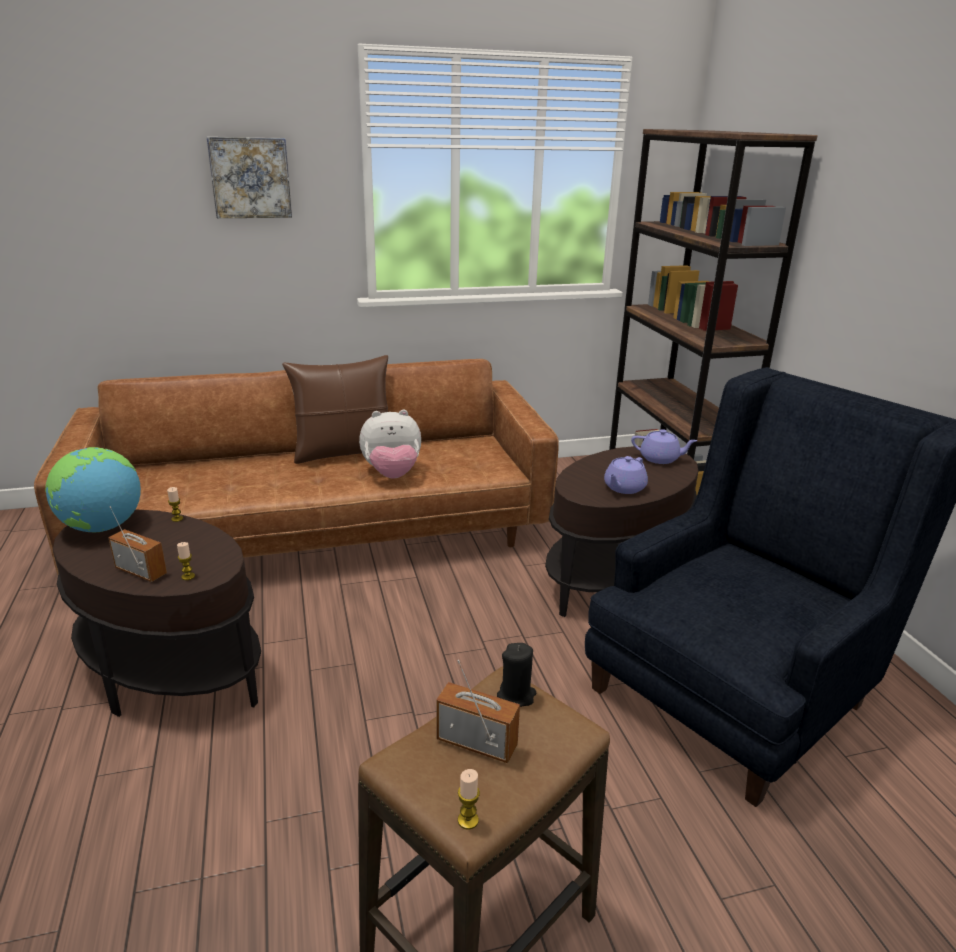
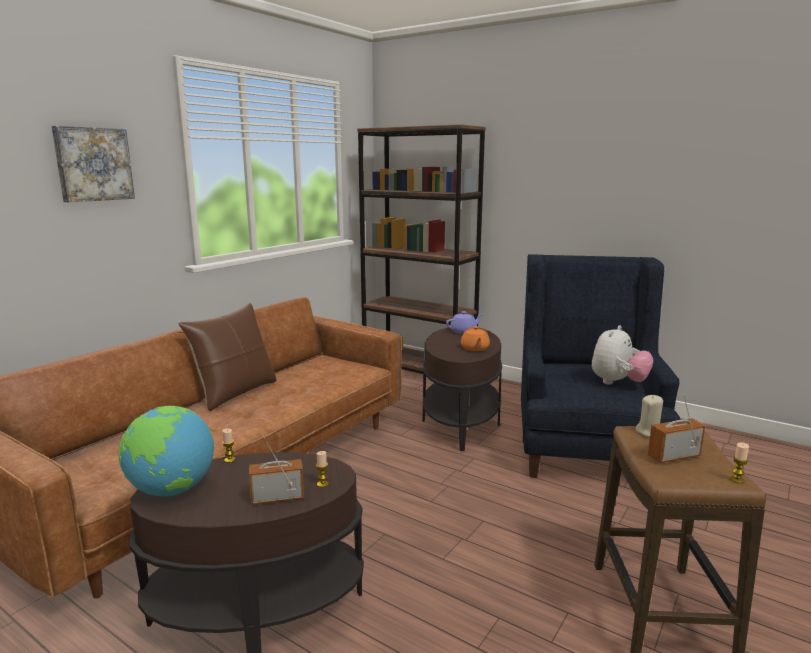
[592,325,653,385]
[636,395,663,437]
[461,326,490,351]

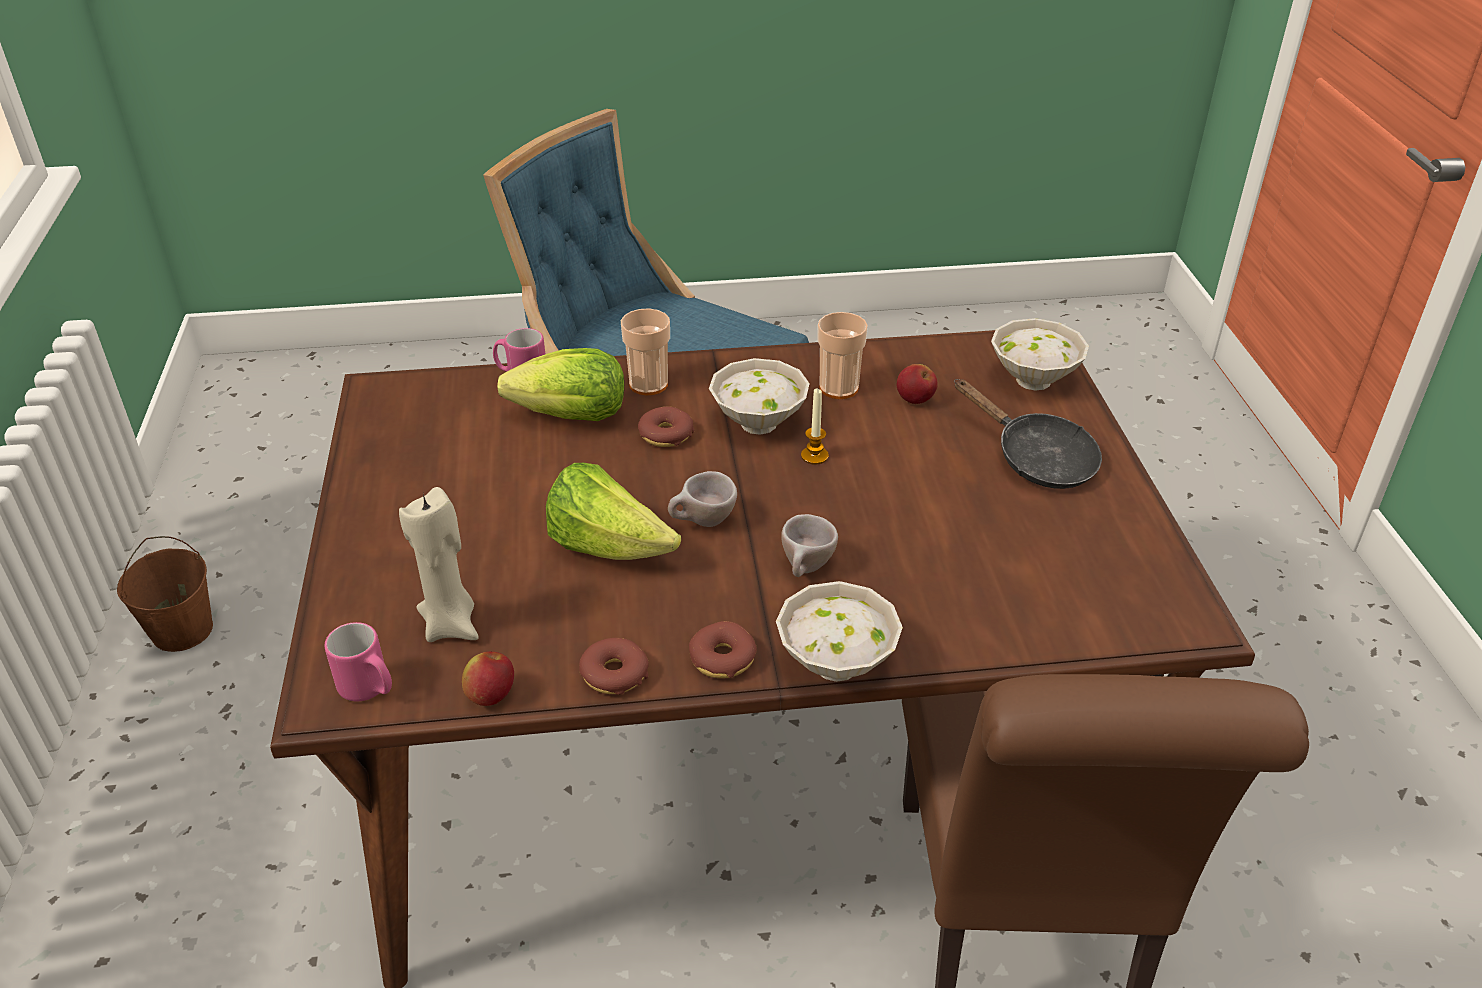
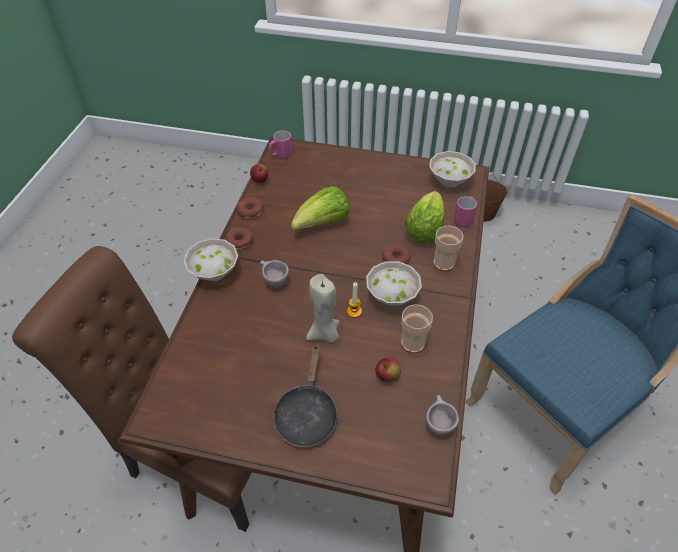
[306,274,339,343]
[426,395,459,435]
[273,343,338,447]
[429,151,476,188]

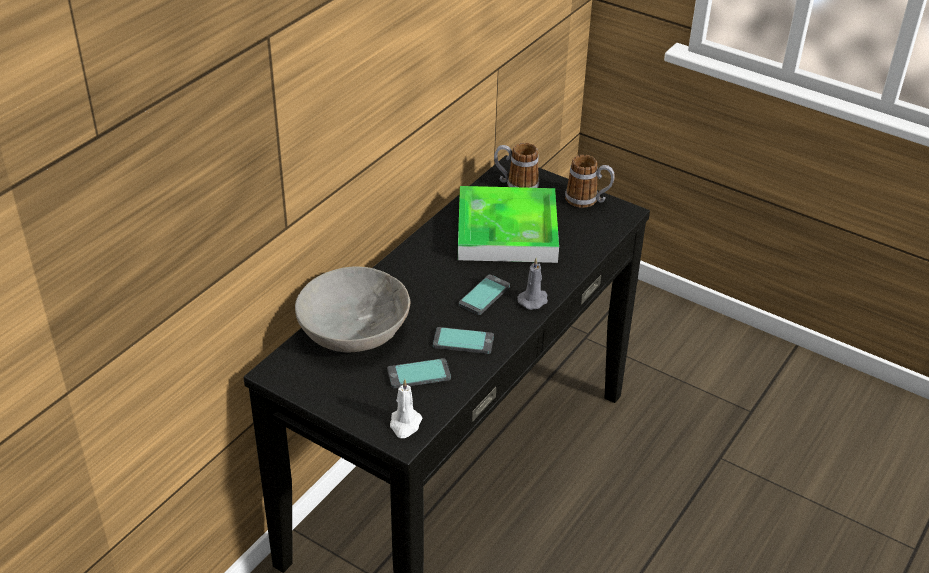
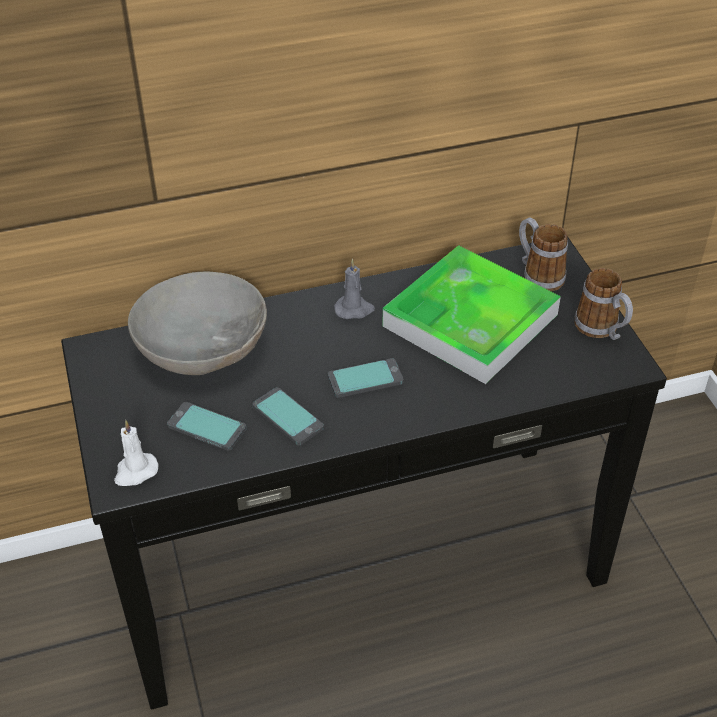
[334,259,375,319]

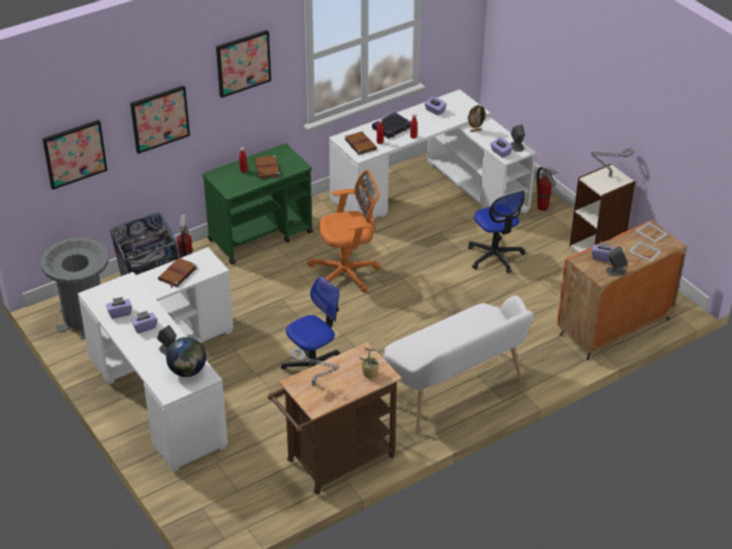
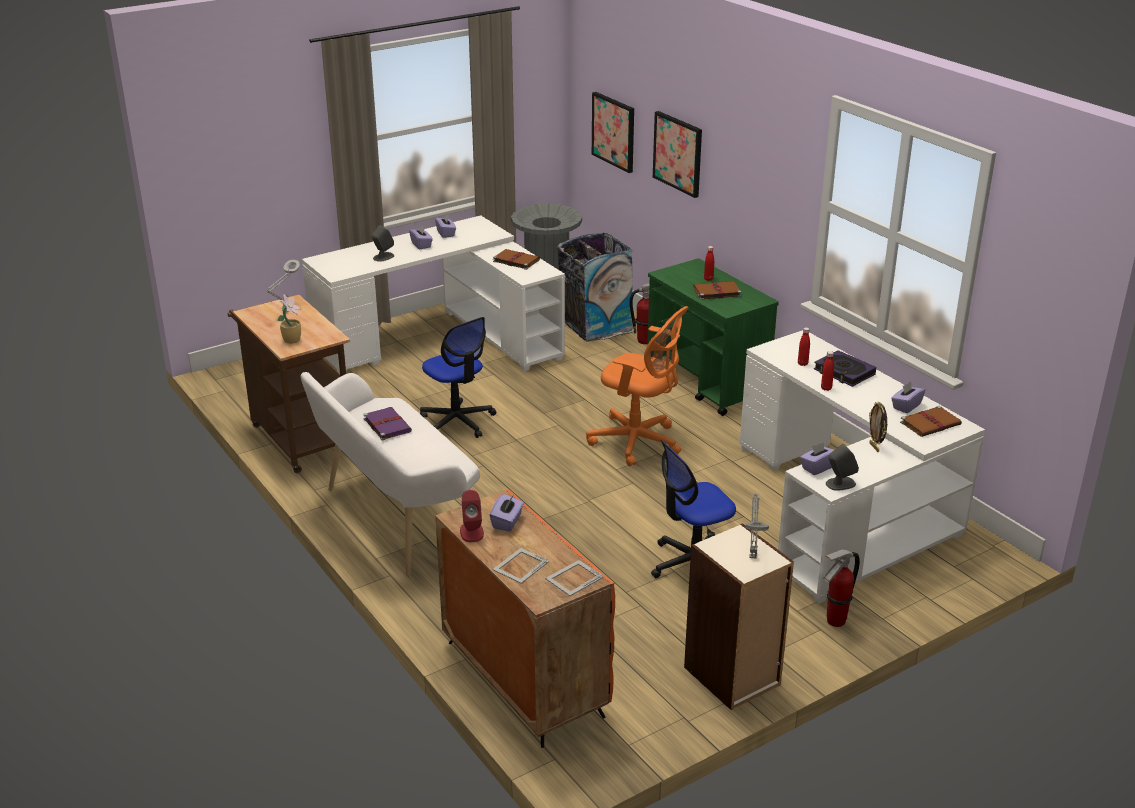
[166,337,206,377] (first image)
[216,30,271,98] (first image)
[586,306,689,466]
[900,406,962,437]
[460,490,484,542]
[363,407,412,440]

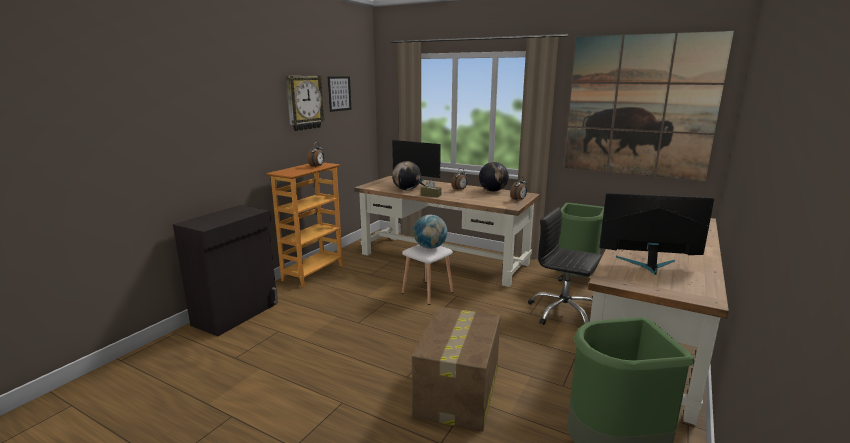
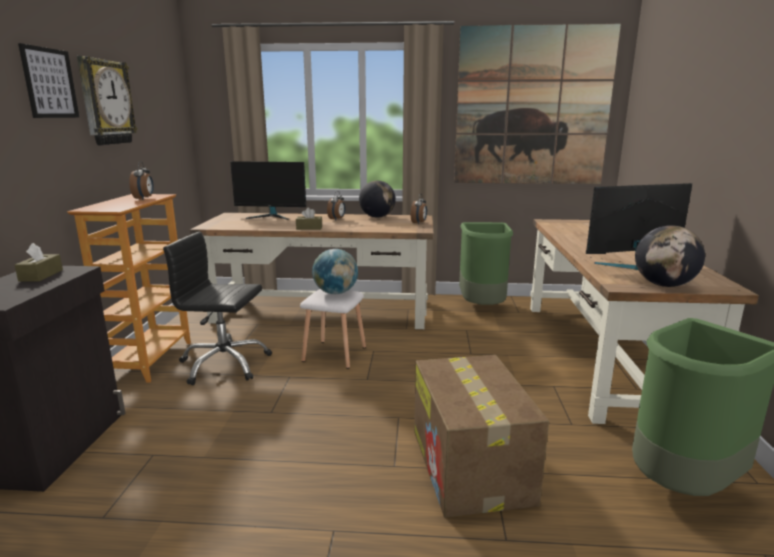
[18,43,79,118]
[635,225,705,287]
[163,232,272,385]
[15,243,63,282]

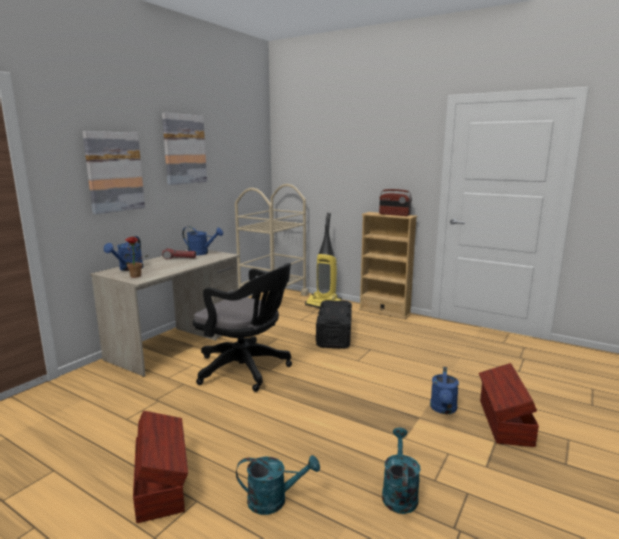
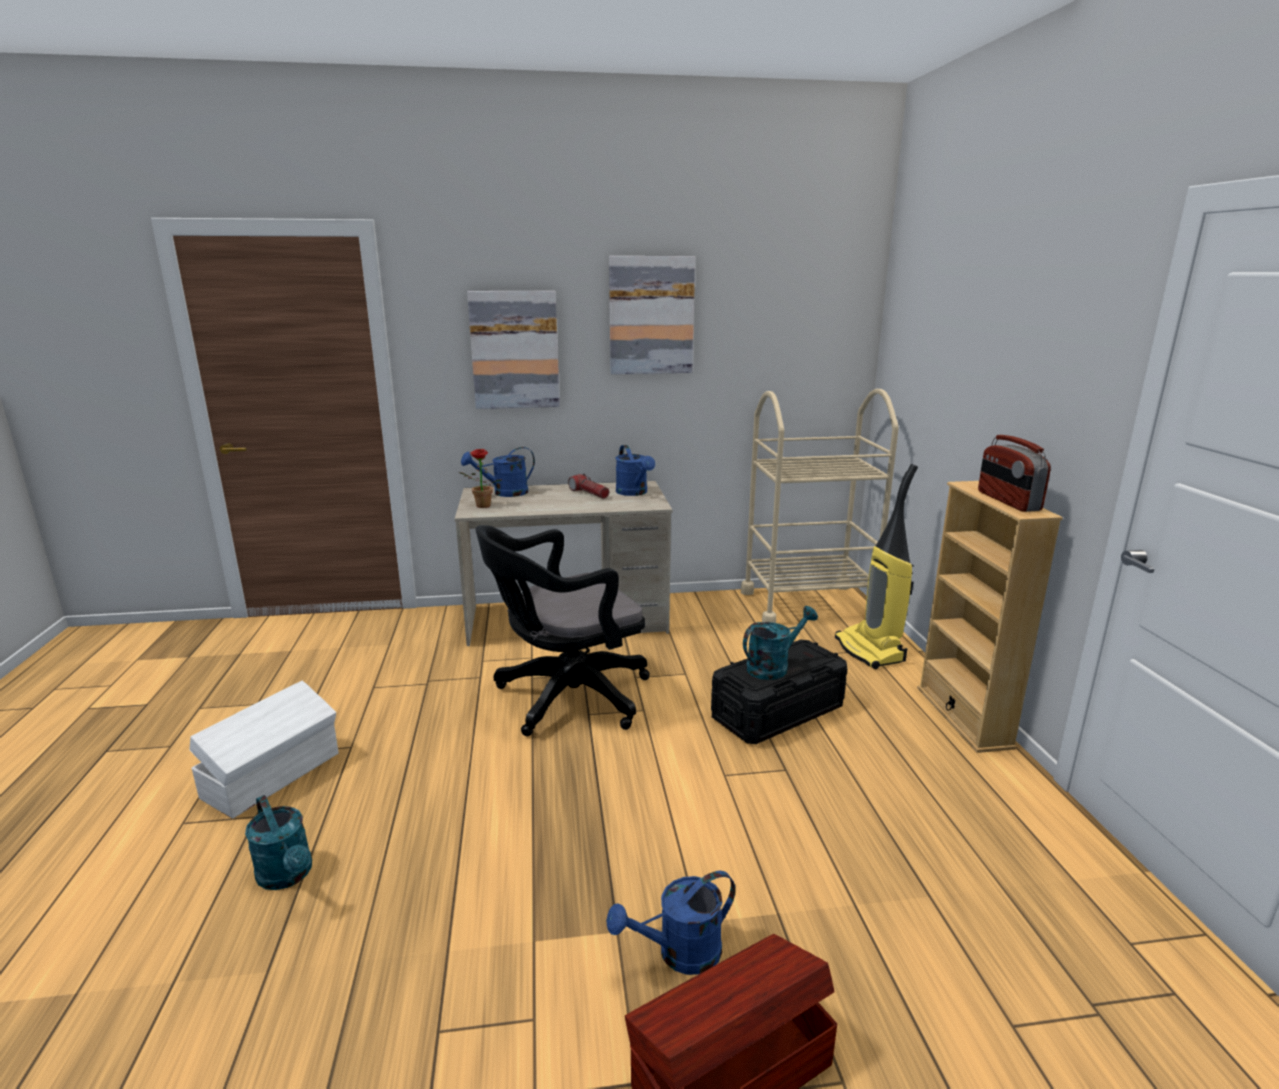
[190,681,339,818]
[476,525,650,736]
[743,606,818,680]

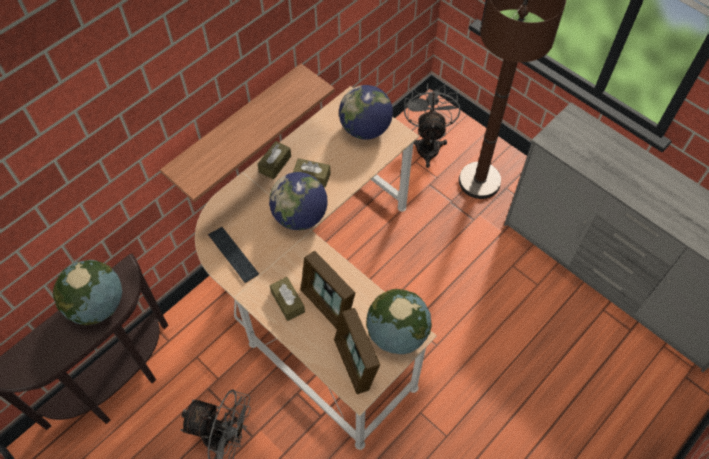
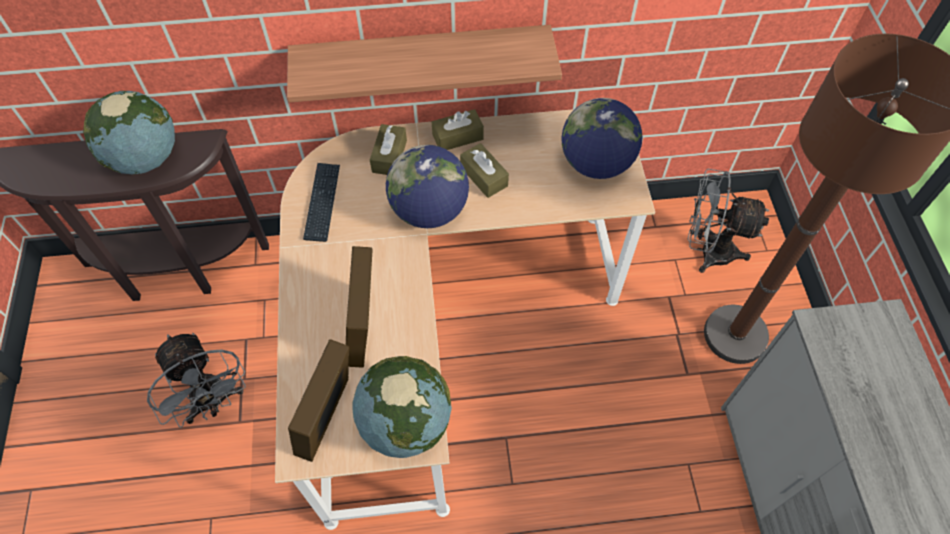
[370,124,407,175]
[688,169,769,273]

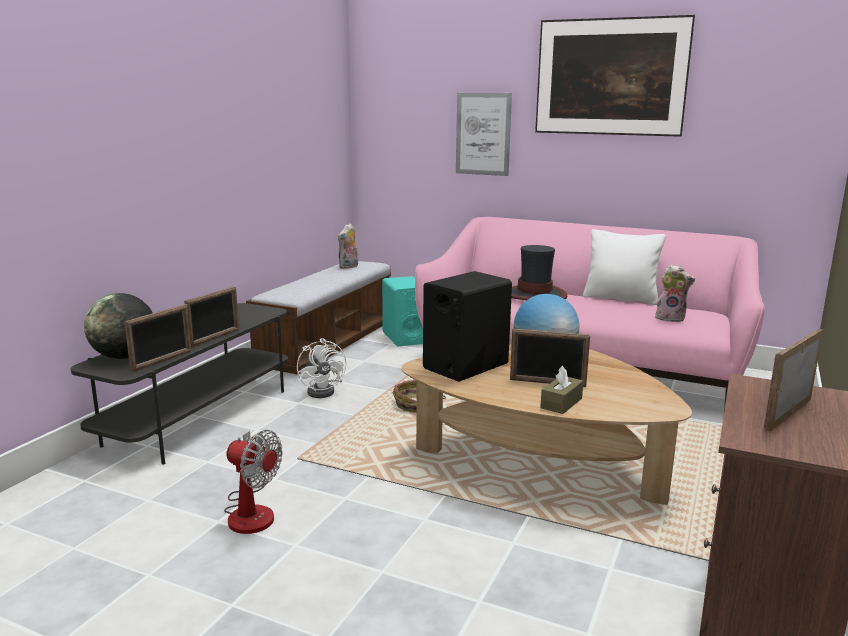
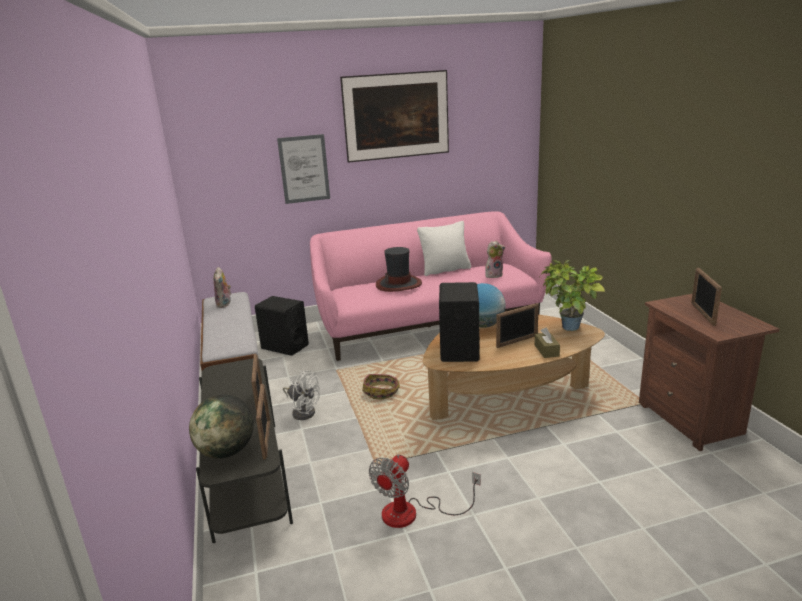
[369,454,481,528]
[255,296,309,356]
[539,260,605,331]

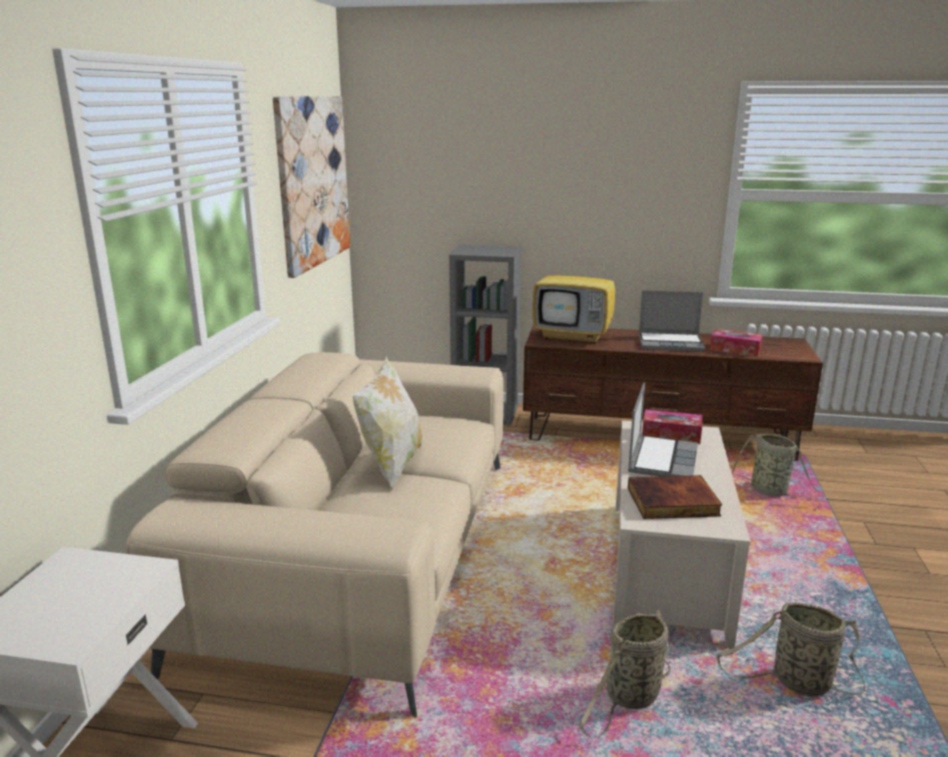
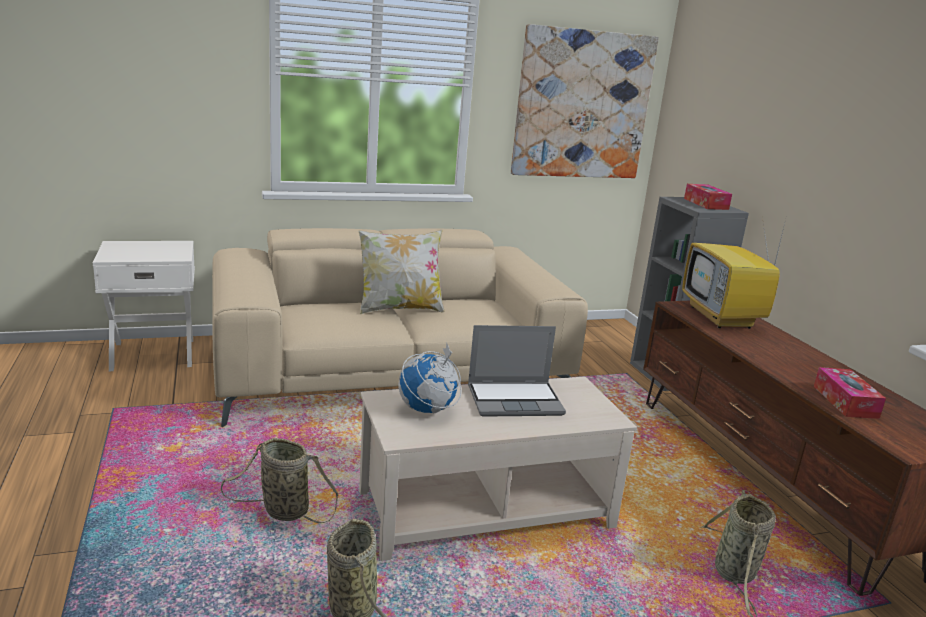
[398,343,461,413]
[639,290,705,352] (first image)
[684,184,732,210]

